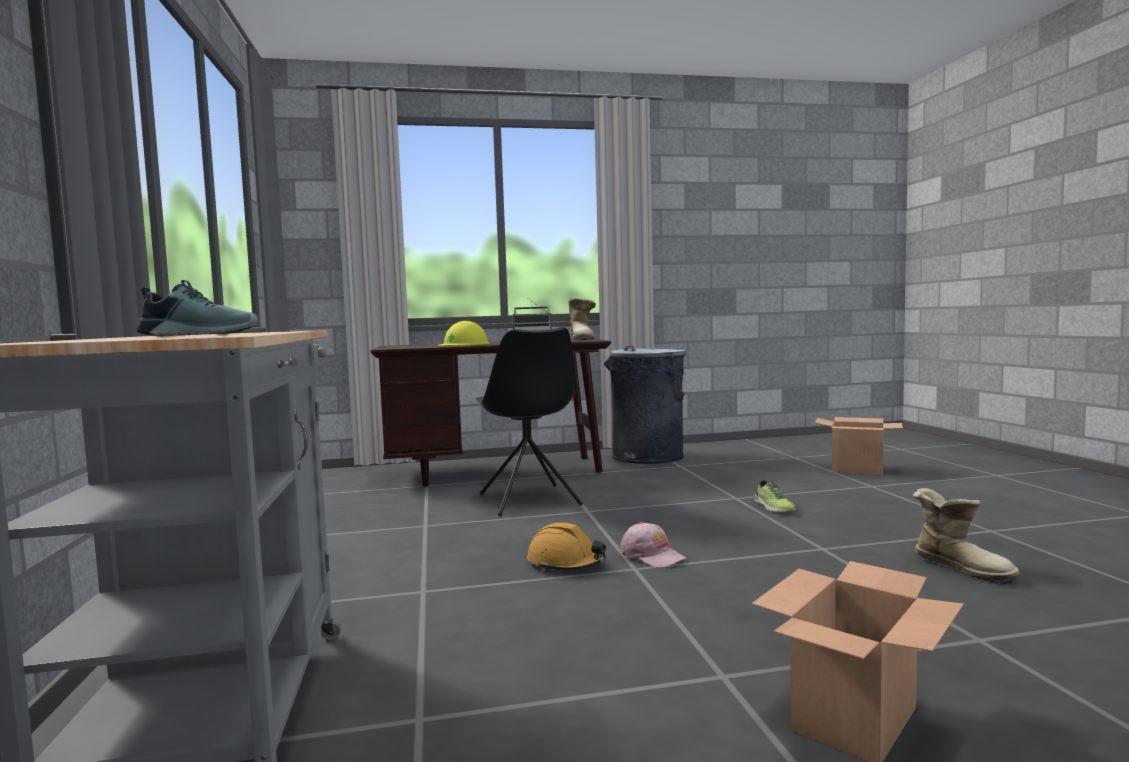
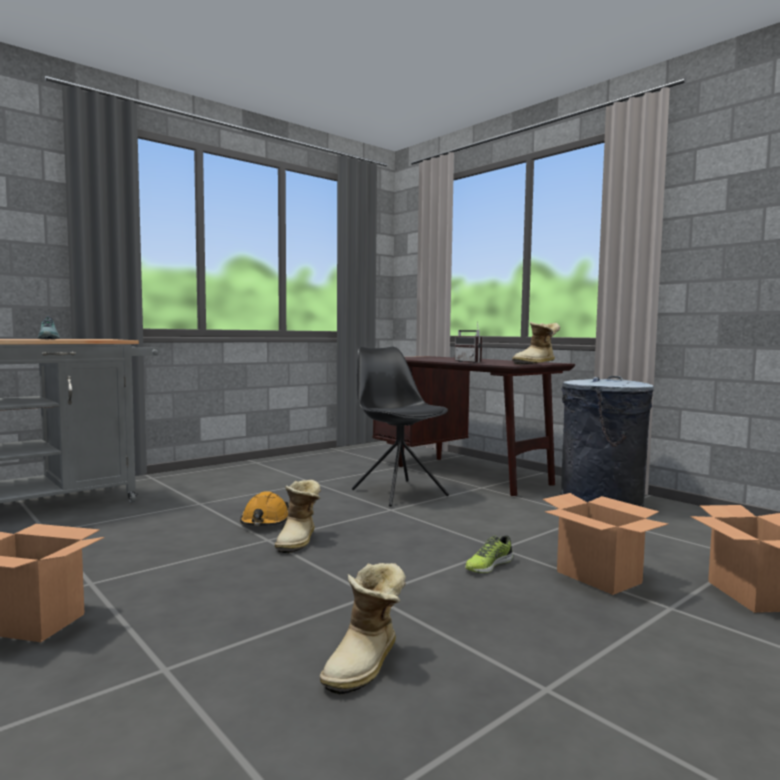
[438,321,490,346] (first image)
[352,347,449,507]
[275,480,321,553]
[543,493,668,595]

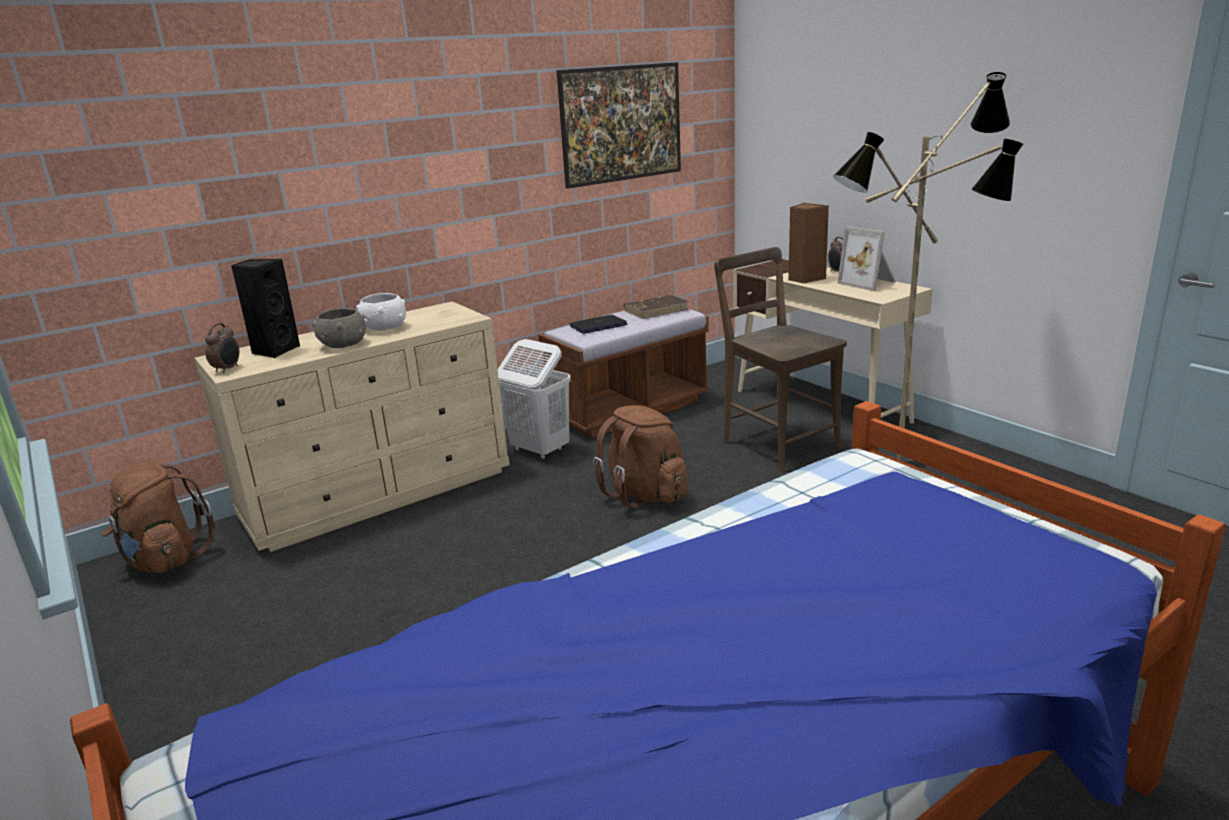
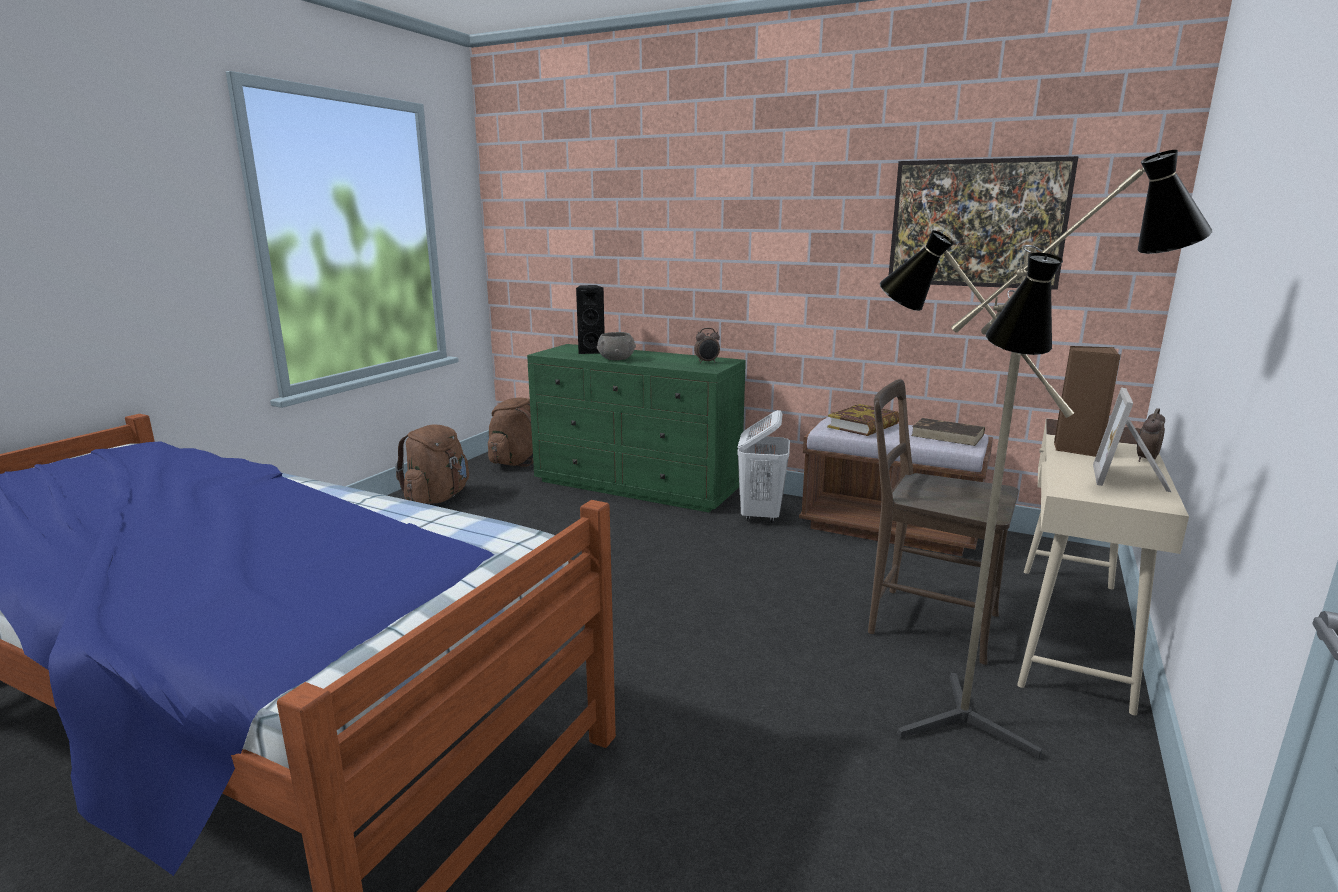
[527,344,746,513]
[694,328,720,363]
[356,293,406,331] (first image)
[827,404,899,436]
[395,425,469,504]
[868,379,1019,665]

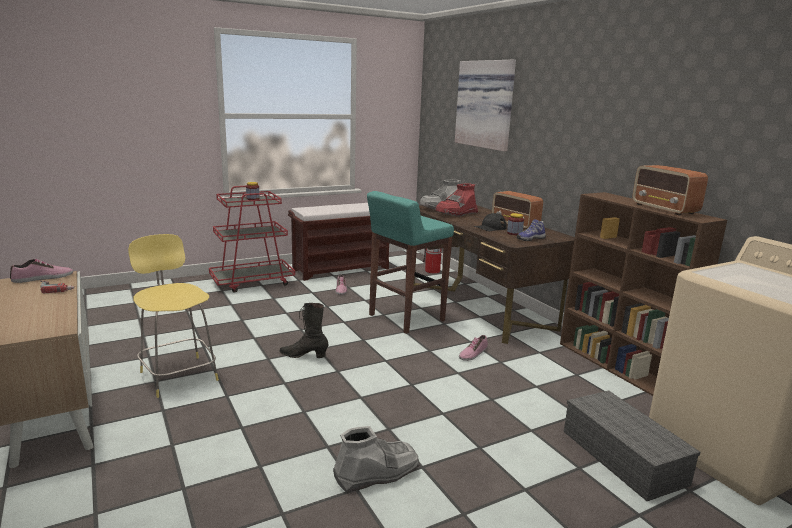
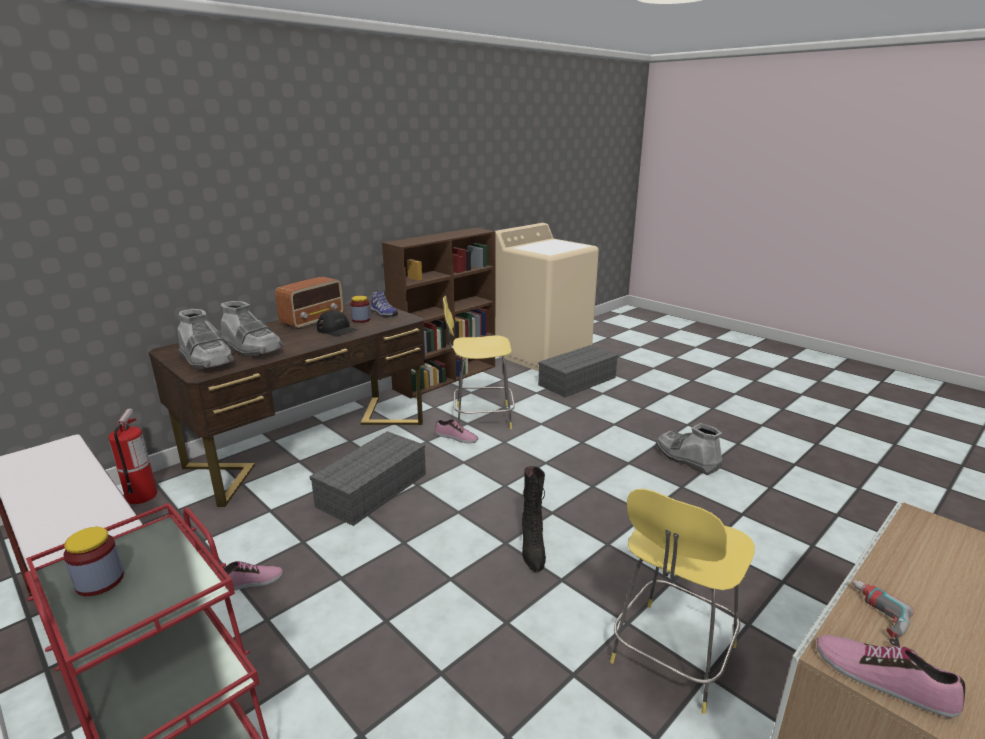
[310,431,426,526]
[221,301,284,357]
[455,60,516,152] (first image)
[633,165,708,215] (first image)
[443,296,515,429]

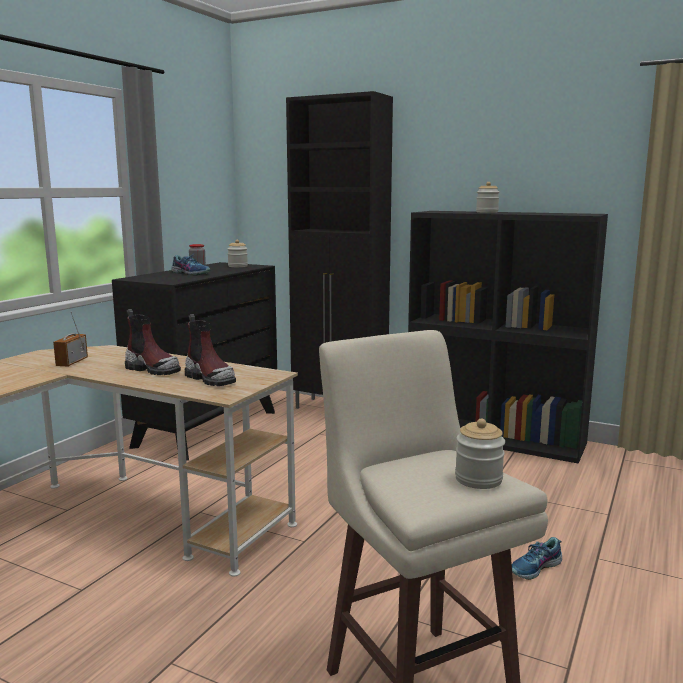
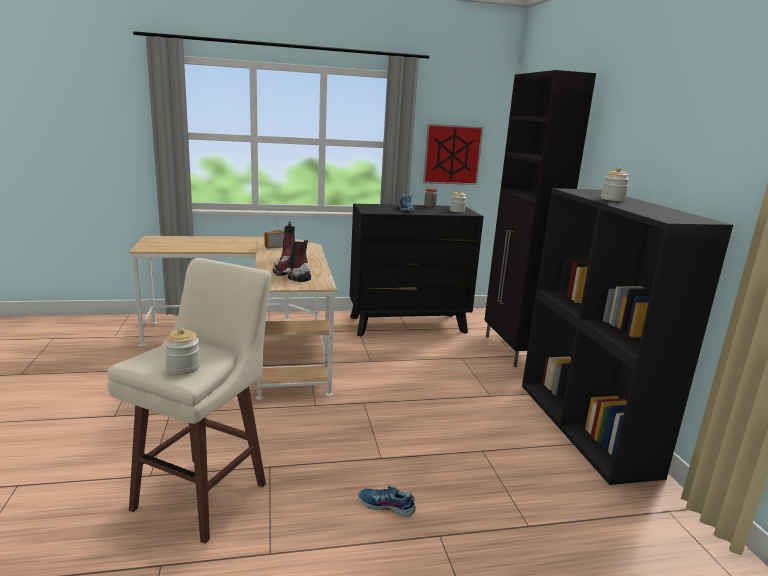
[273,240,311,282]
[423,124,483,185]

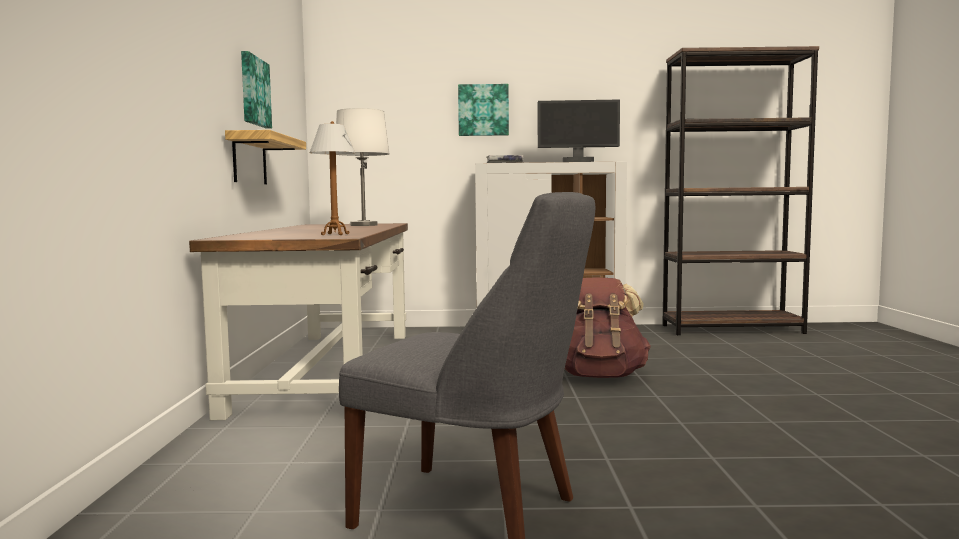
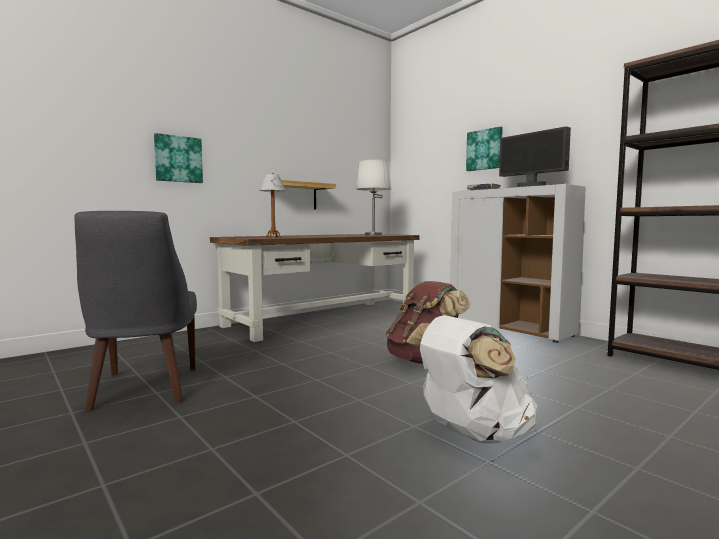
[154,133,203,183]
[406,315,538,443]

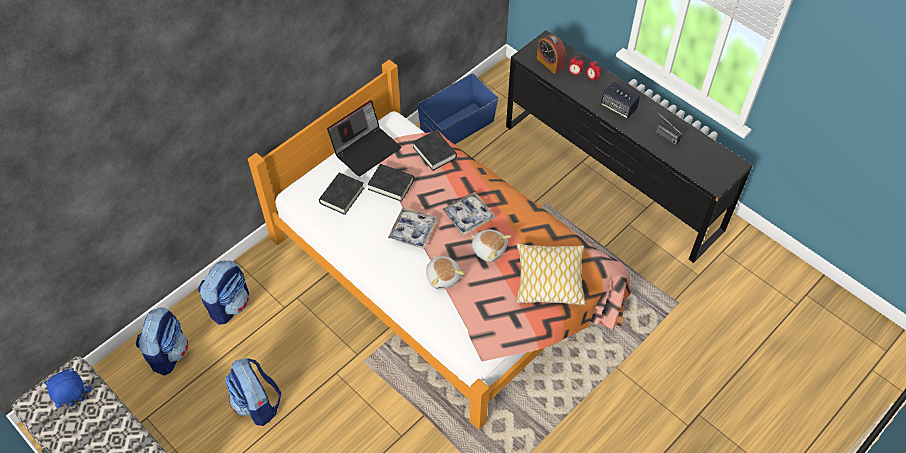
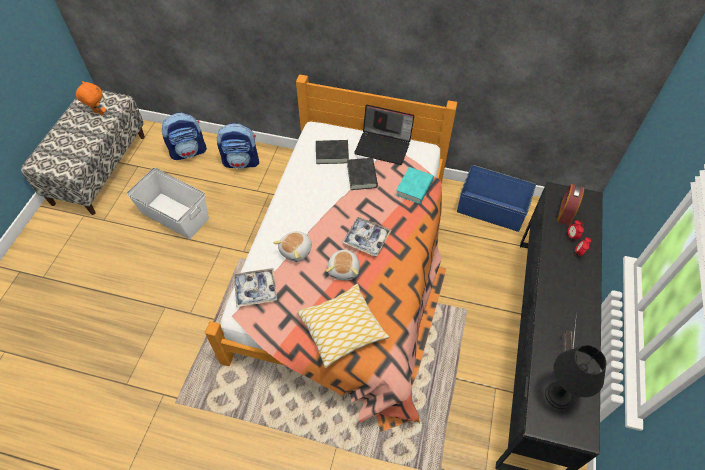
[76,81,106,115]
[127,167,209,239]
[234,268,277,307]
[396,167,434,204]
[601,82,640,119] (first image)
[545,345,606,409]

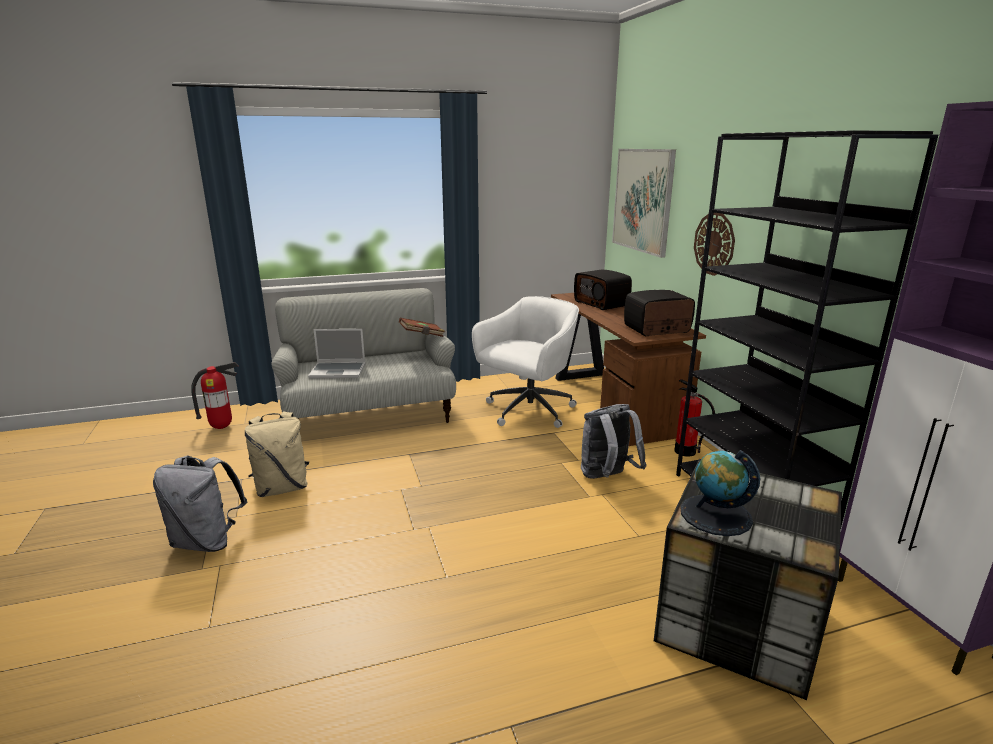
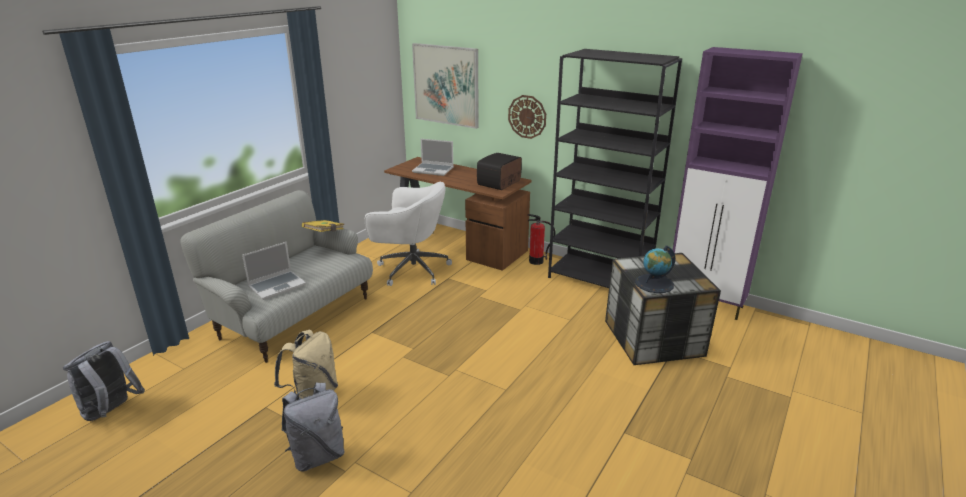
[191,362,239,429] (first image)
[302,220,344,232]
[365,182,452,286]
[412,139,454,176]
[63,341,145,421]

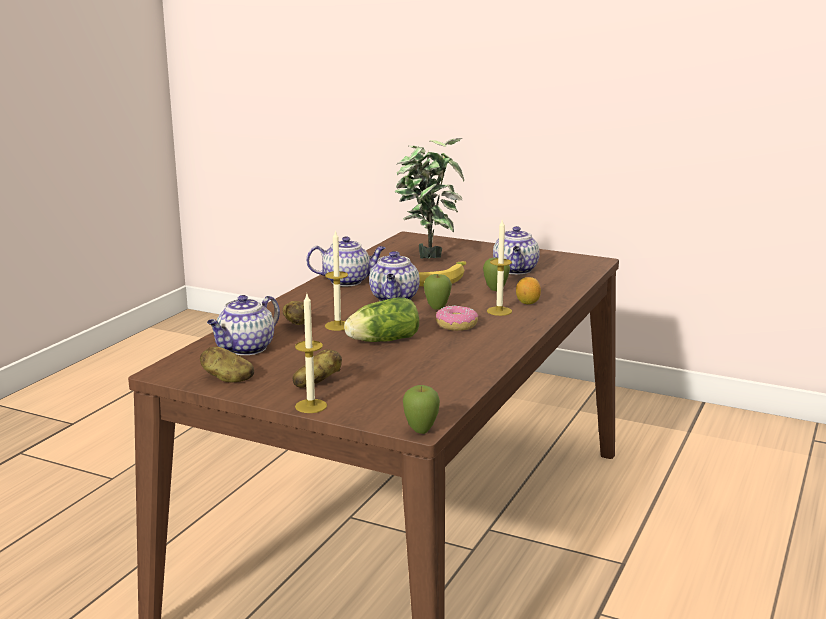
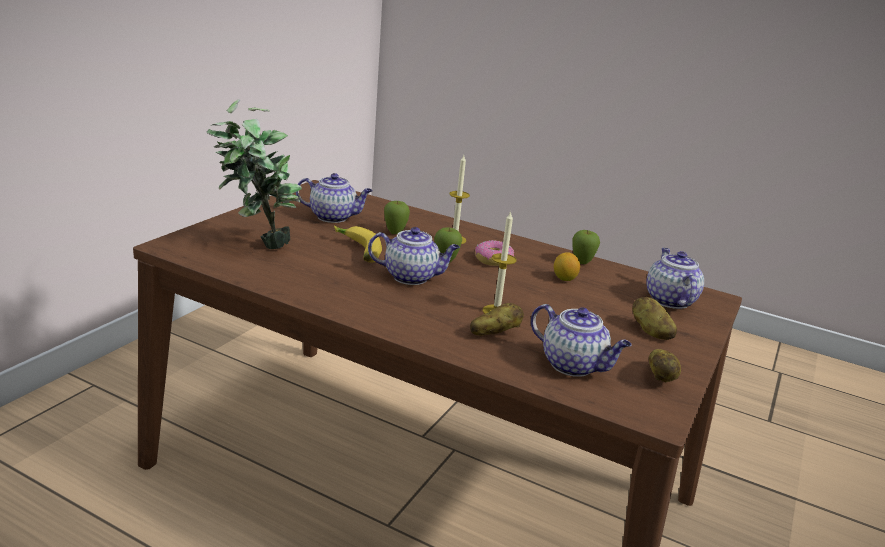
[295,294,327,413] (first image)
[646,248,704,309]
[344,297,419,342] (first image)
[573,230,600,264]
[554,252,580,281]

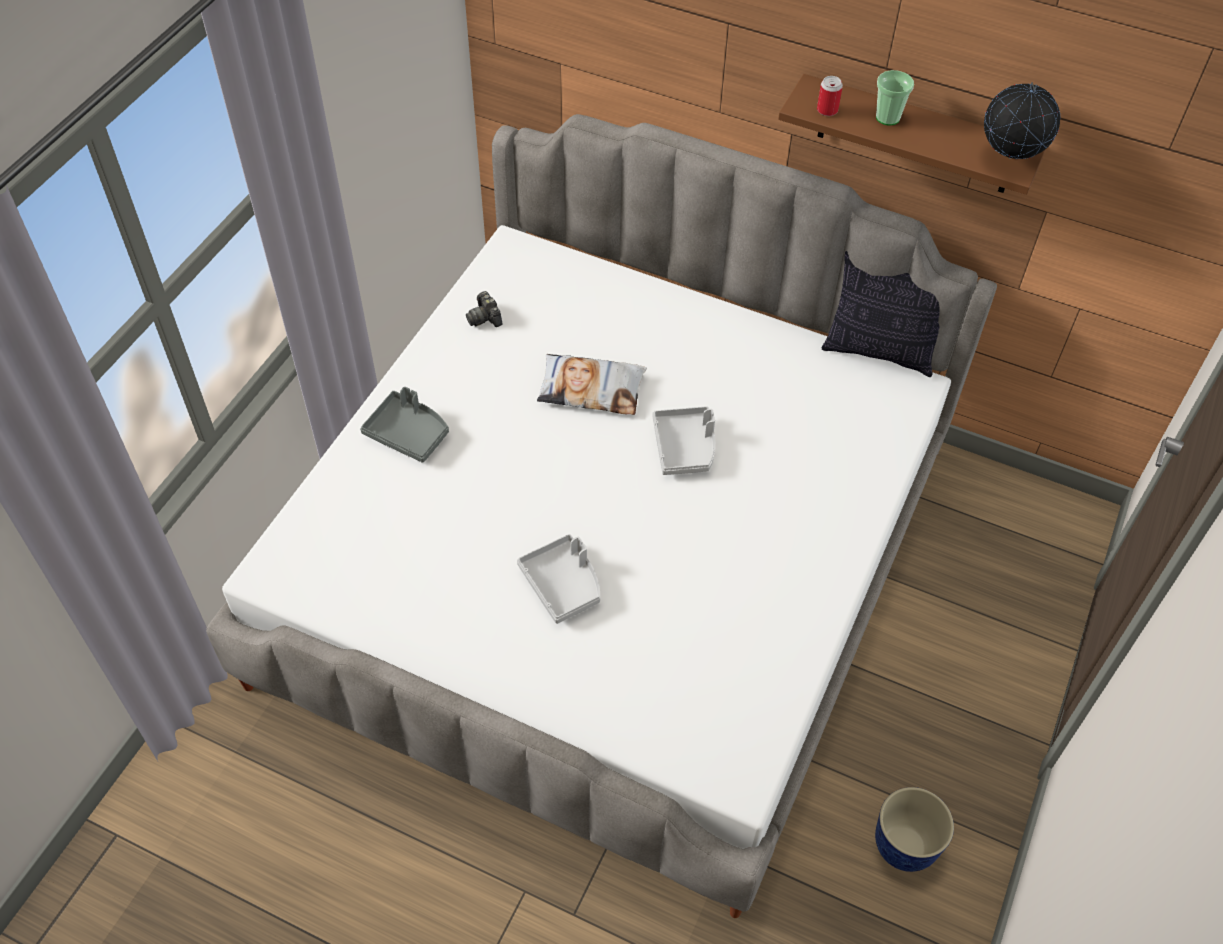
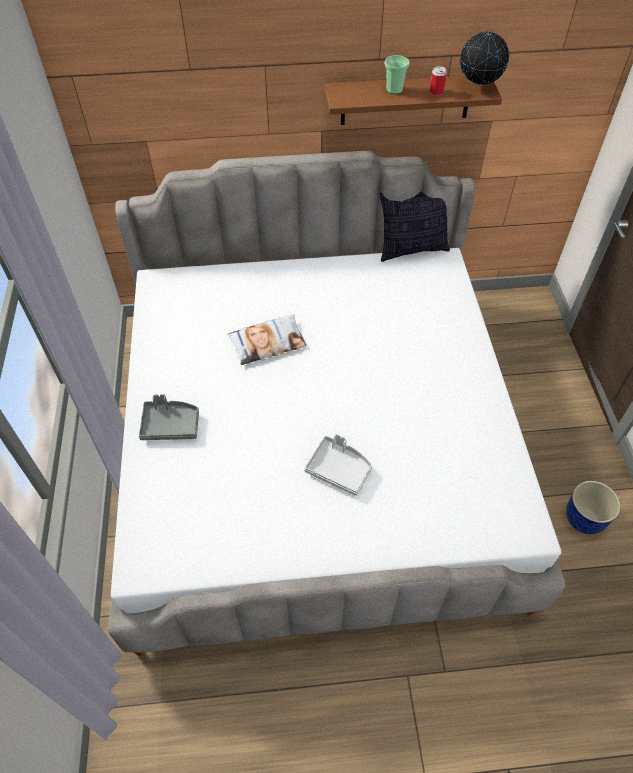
[466,291,503,327] (first image)
[653,406,716,475] (first image)
[430,66,447,96]

